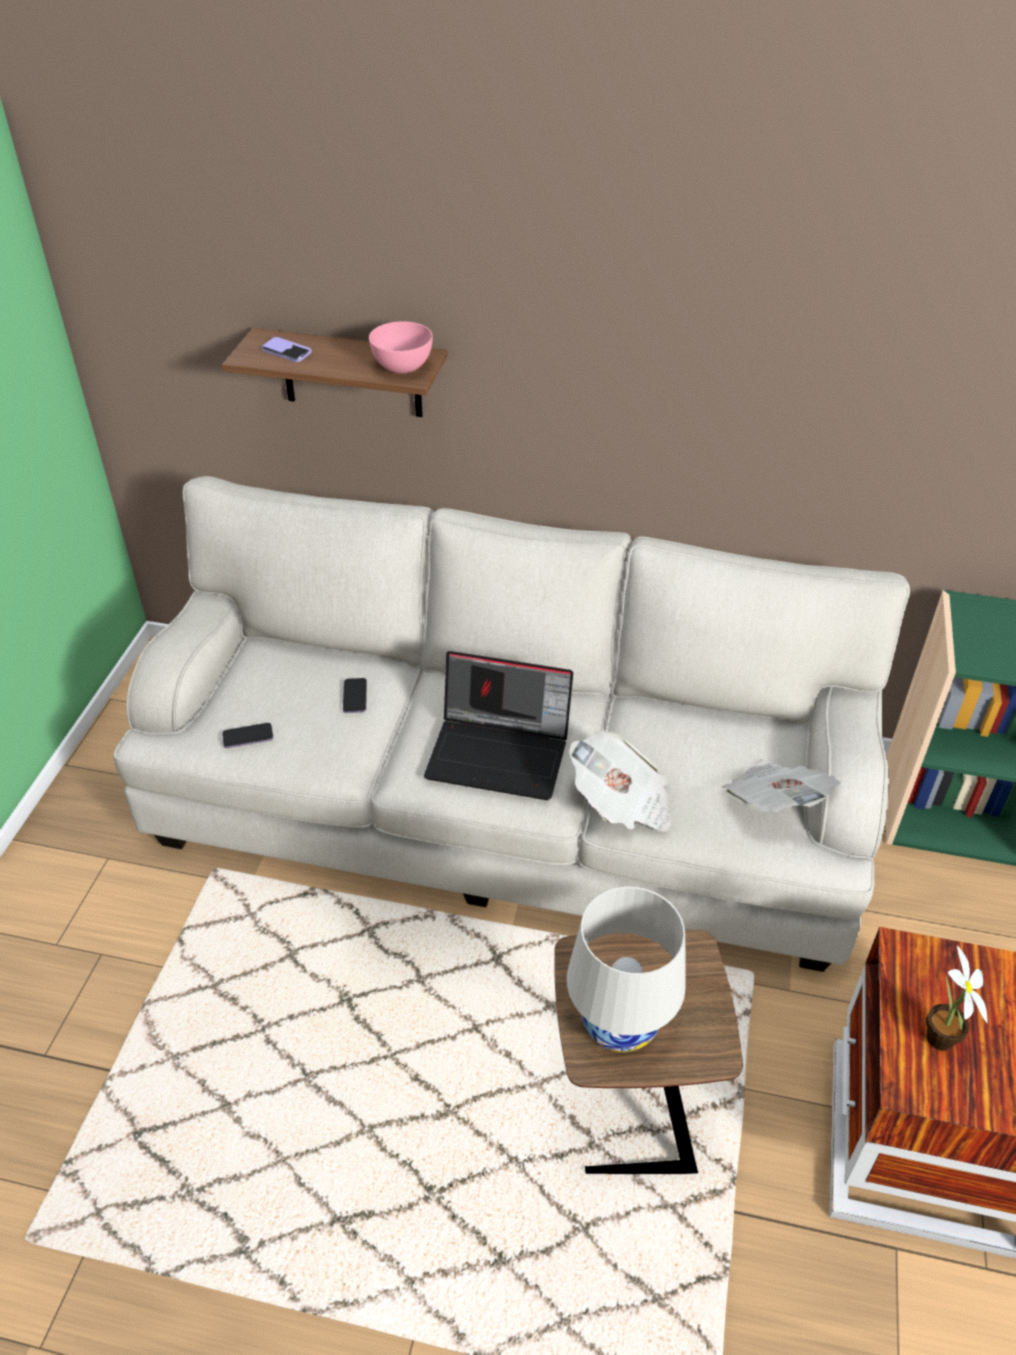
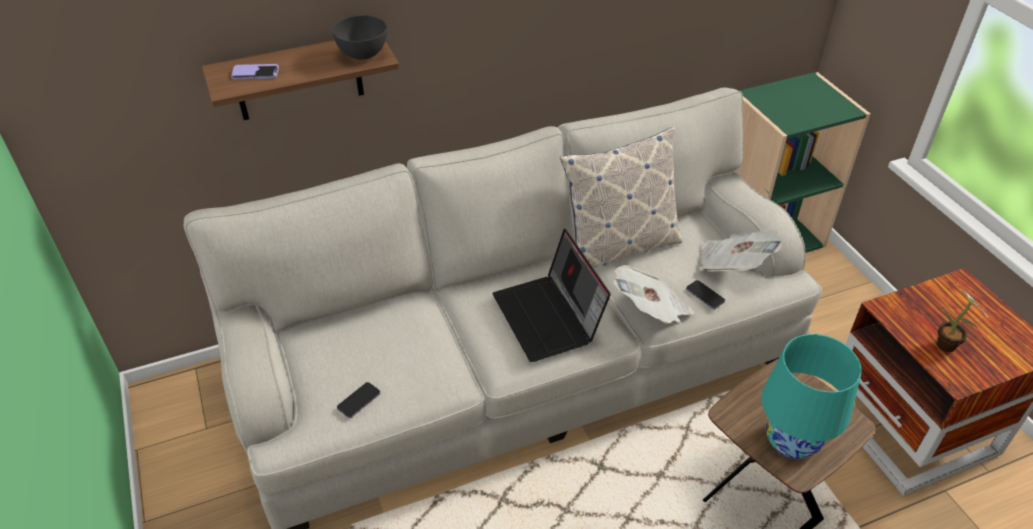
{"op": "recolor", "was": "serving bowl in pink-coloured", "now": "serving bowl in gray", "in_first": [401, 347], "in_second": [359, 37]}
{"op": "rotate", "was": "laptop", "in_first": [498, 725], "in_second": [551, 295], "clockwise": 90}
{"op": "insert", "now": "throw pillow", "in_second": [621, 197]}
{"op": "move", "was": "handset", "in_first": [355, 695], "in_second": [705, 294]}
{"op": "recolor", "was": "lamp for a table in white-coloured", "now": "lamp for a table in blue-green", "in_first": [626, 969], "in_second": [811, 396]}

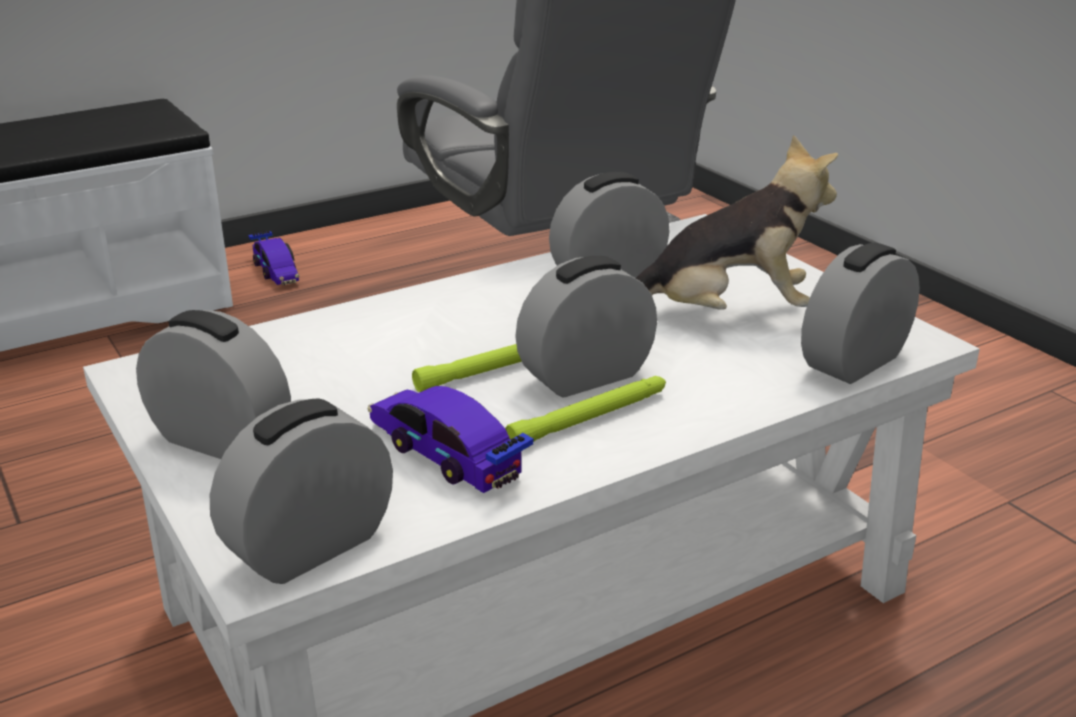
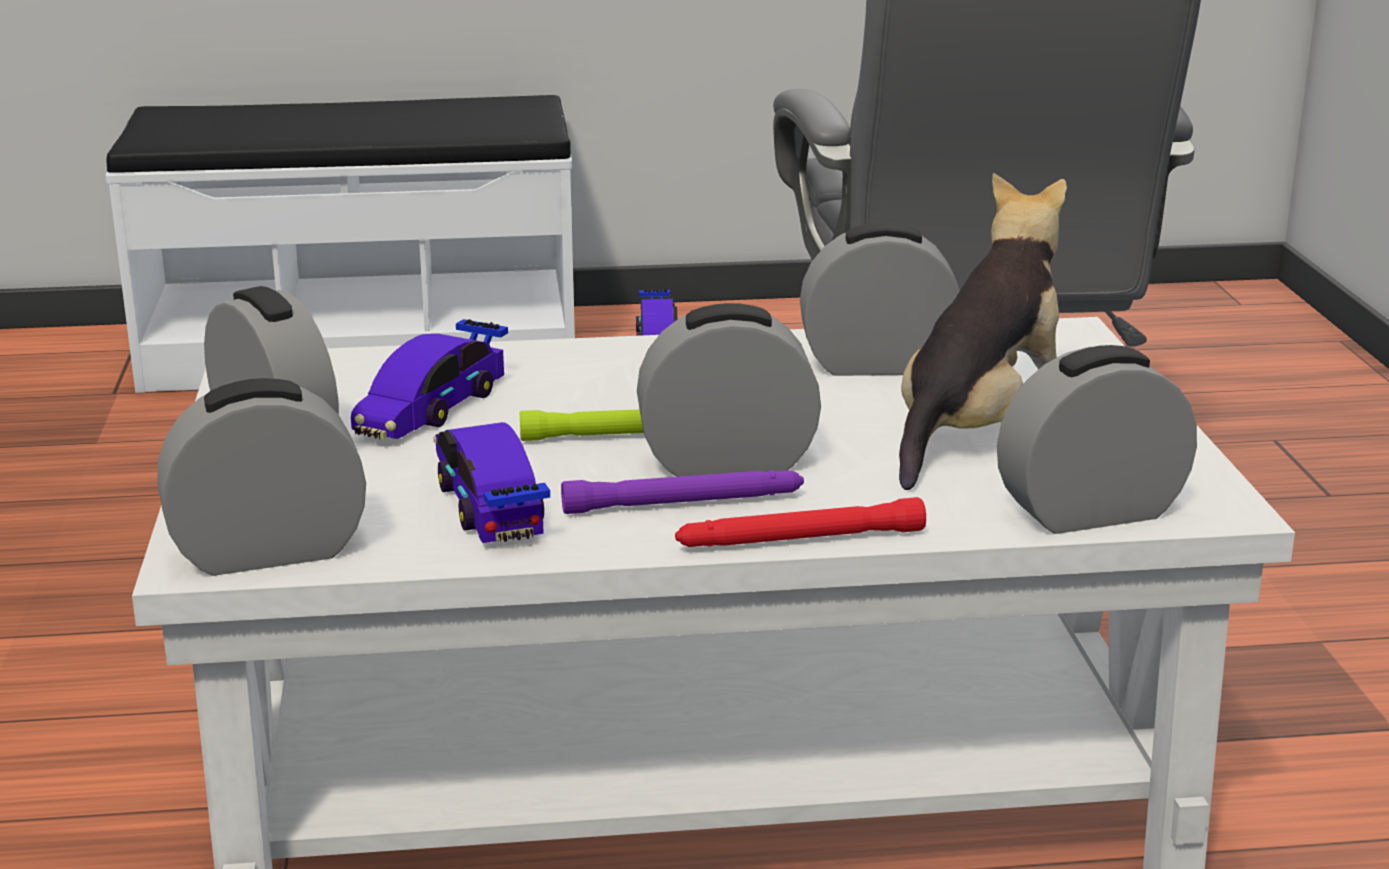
{"op": "insert", "now": "toy car", "in_second": [429, 379]}
{"op": "recolor", "was": "torch in green-coloured", "now": "torch in purple", "in_first": [585, 408], "in_second": [682, 492]}
{"op": "insert", "now": "torch in red-coloured", "in_second": [800, 522]}
{"op": "rotate", "was": "soft toy", "in_first": [737, 222], "in_second": [983, 331], "clockwise": -75}

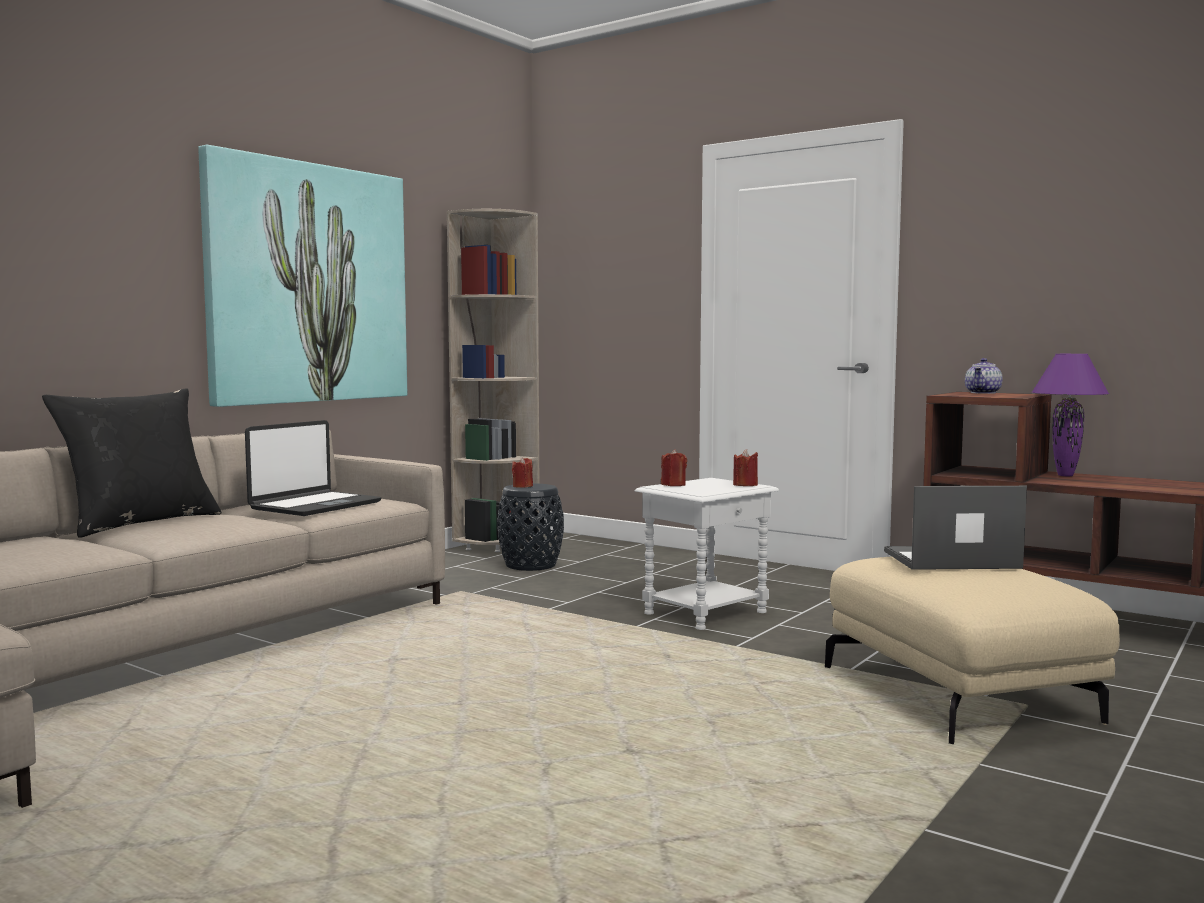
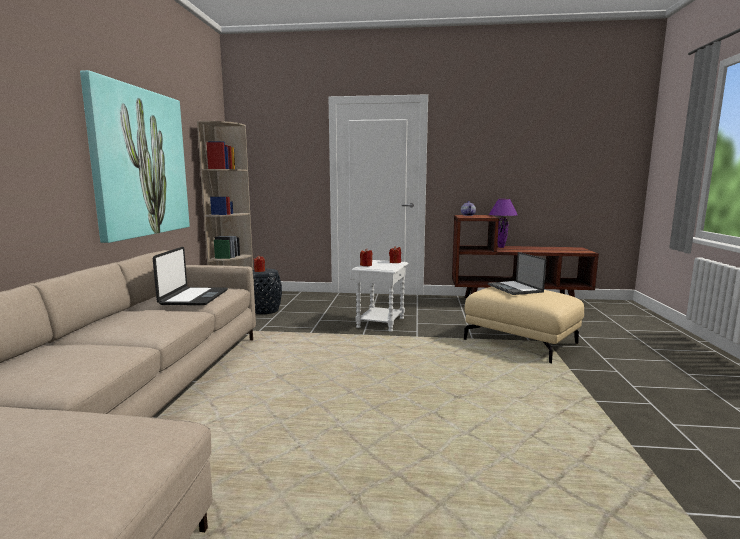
{"op": "rotate", "was": "laptop", "in_first": [955, 528], "in_second": [517, 273], "clockwise": -75}
{"op": "delete", "was": "throw pillow in black-coloured", "in_first": [132, 463]}

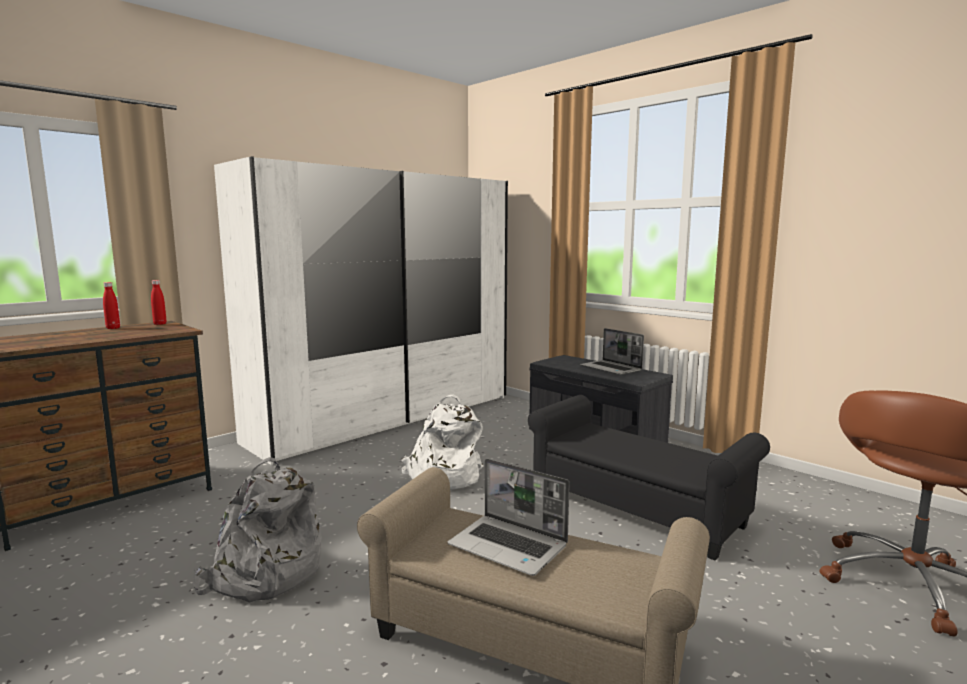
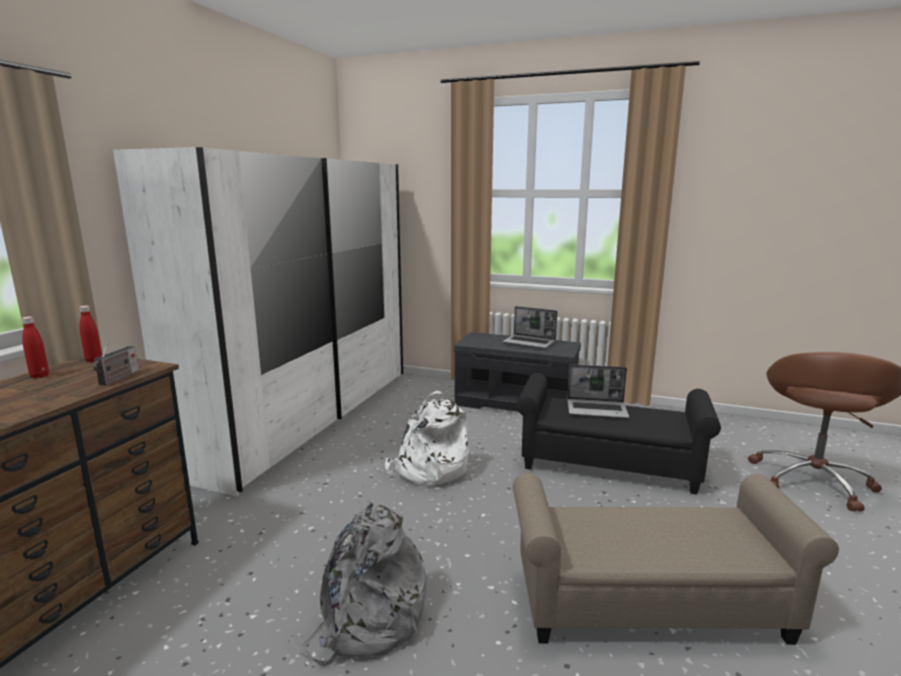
{"op": "insert", "now": "radio receiver", "in_second": [116, 362]}
{"op": "move", "was": "laptop", "in_first": [509, 517], "in_second": [598, 391]}

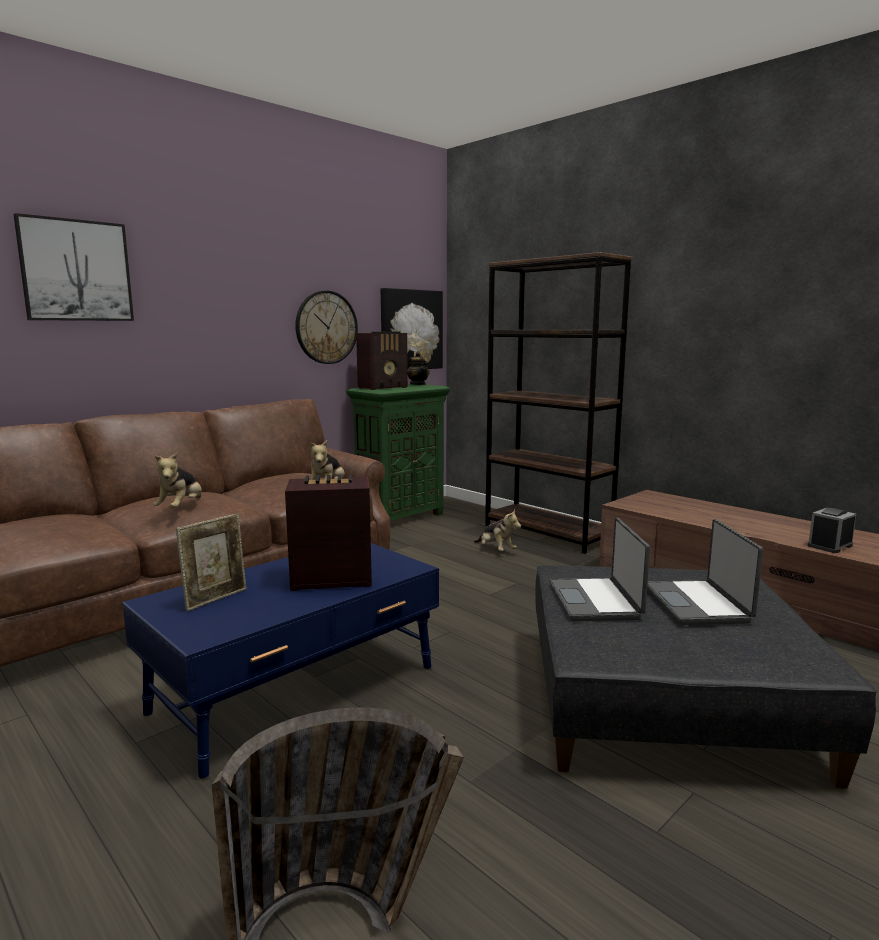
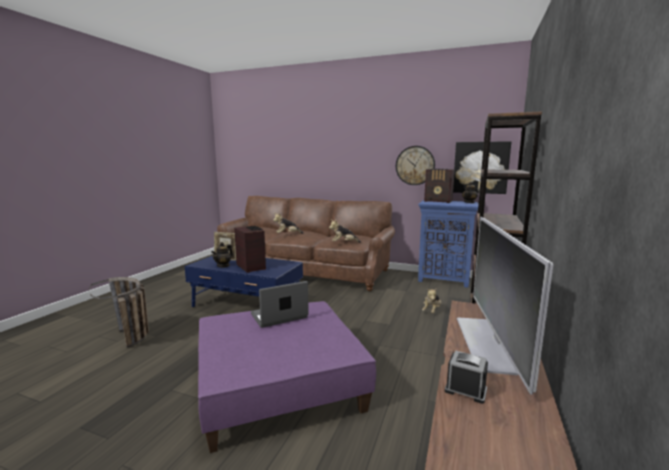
{"op": "recolor", "was": "ottoman in gray", "now": "ottoman in purple", "in_first": [706, 677], "in_second": [287, 377]}
{"op": "insert", "now": "pot for tea", "in_second": [222, 255]}
{"op": "recolor", "was": "cabinet in green-coloured", "now": "cabinet in blue", "in_first": [398, 452], "in_second": [448, 244]}
{"op": "insert", "now": "TV set", "in_second": [505, 306]}
{"op": "delete", "was": "wall art", "in_first": [74, 267]}
{"op": "delete", "was": "laptop", "in_first": [705, 572]}

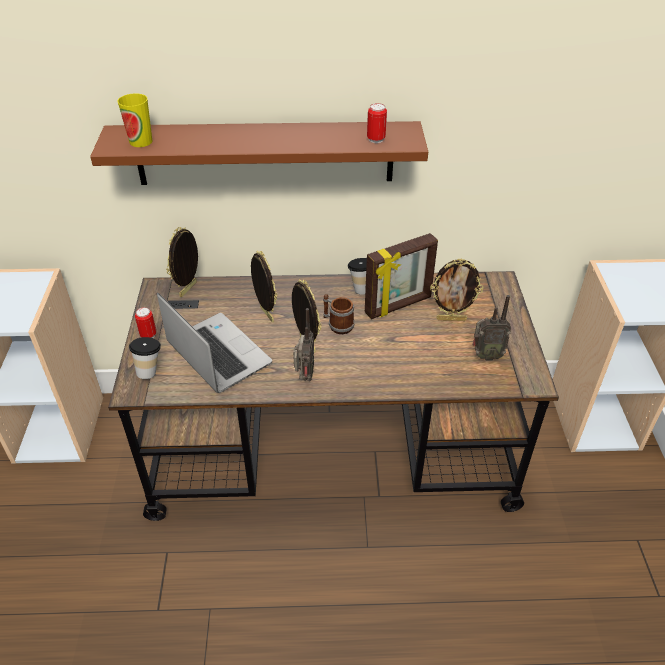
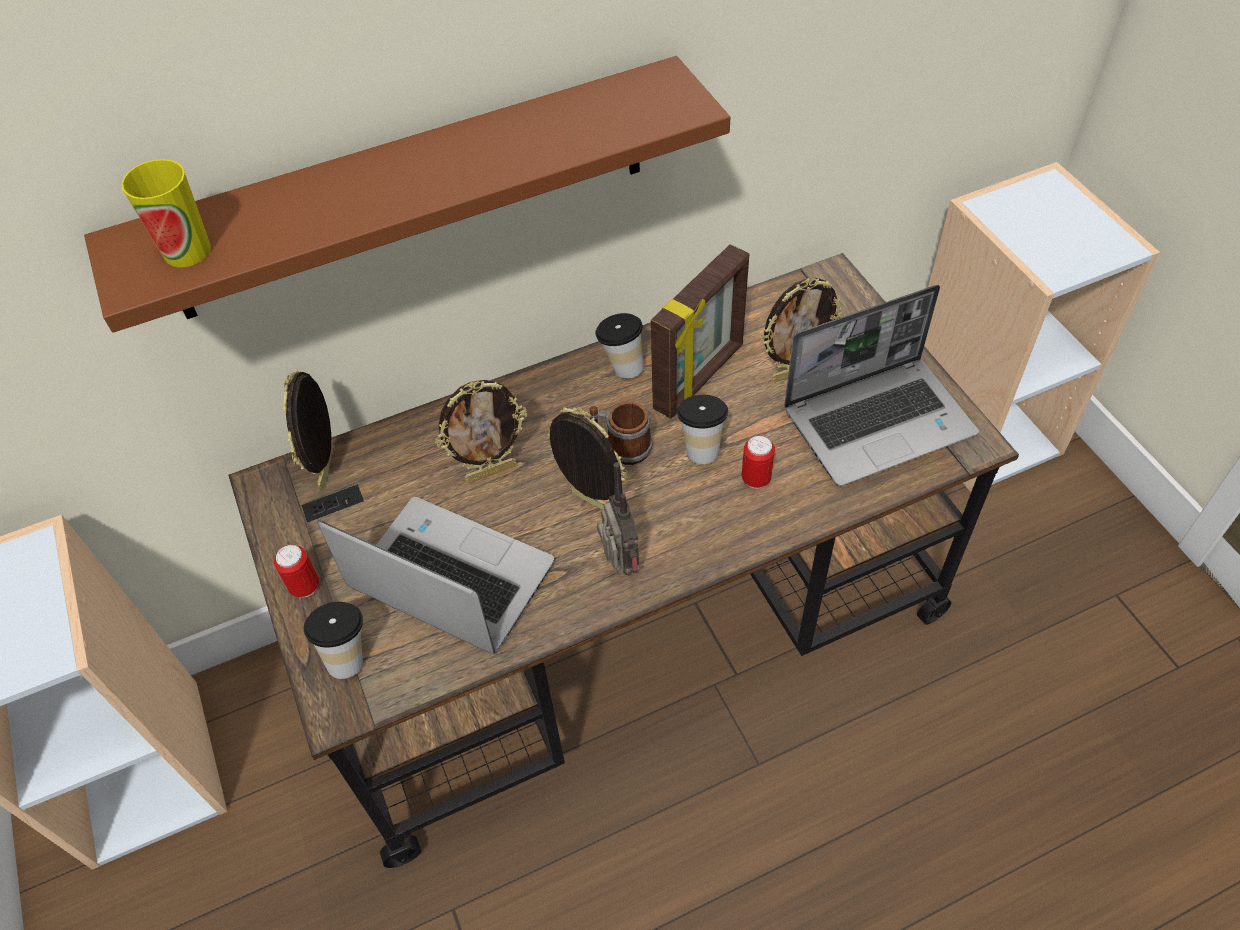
{"op": "rotate", "was": "standing frame", "in_first": [264, 286], "in_second": [481, 431], "clockwise": 120}
{"op": "insert", "now": "small cup", "in_second": [702, 429]}
{"op": "move", "was": "metal can", "in_first": [377, 123], "in_second": [758, 462]}
{"op": "replace", "was": "radio receiver", "now": "laptop", "in_first": [491, 328], "in_second": [881, 385]}

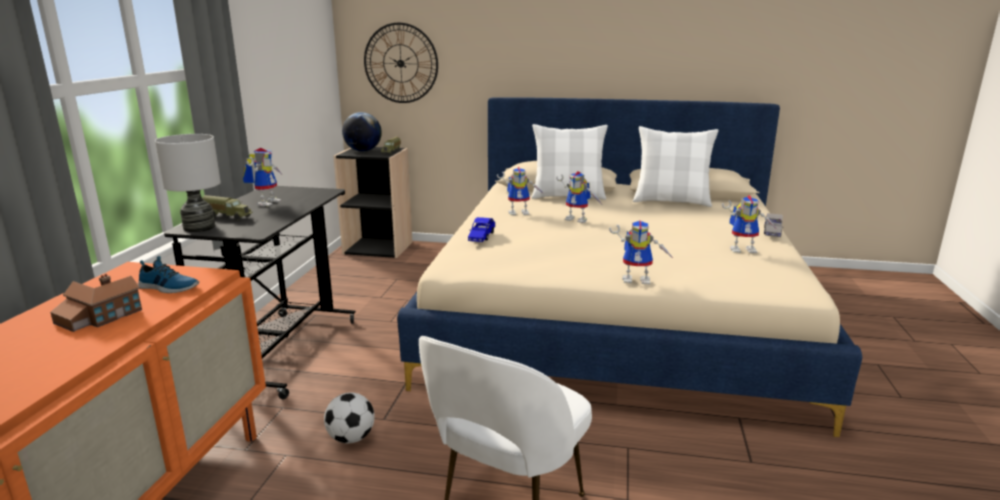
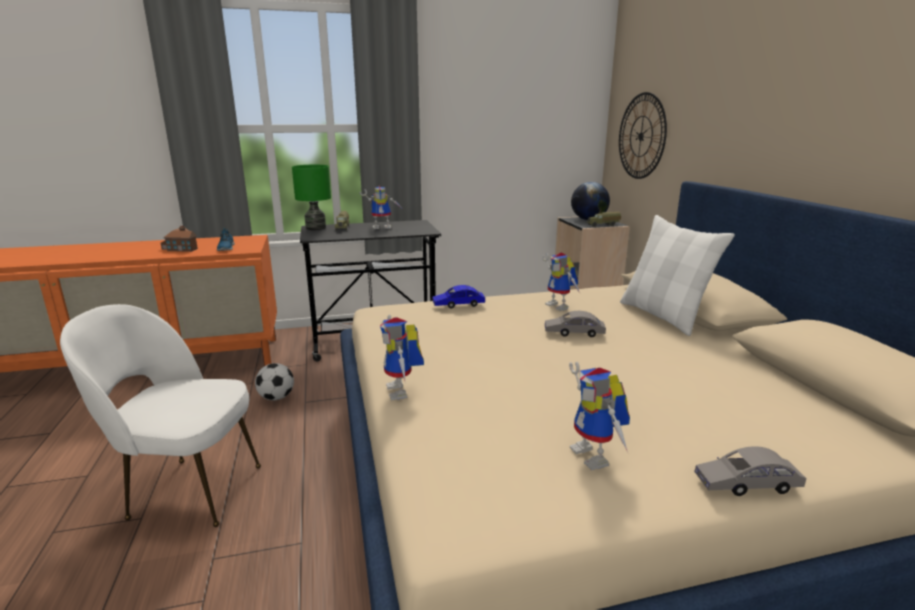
{"op": "recolor", "was": "lamp for a table in gray", "now": "lamp for a table in green-coloured", "in_first": [188, 183], "in_second": [311, 197]}
{"op": "replace", "was": "robot figure", "now": "toy car in gray", "in_first": [579, 197], "in_second": [575, 324]}
{"op": "delete", "was": "throw pillow in white-coloured", "in_first": [676, 166]}

